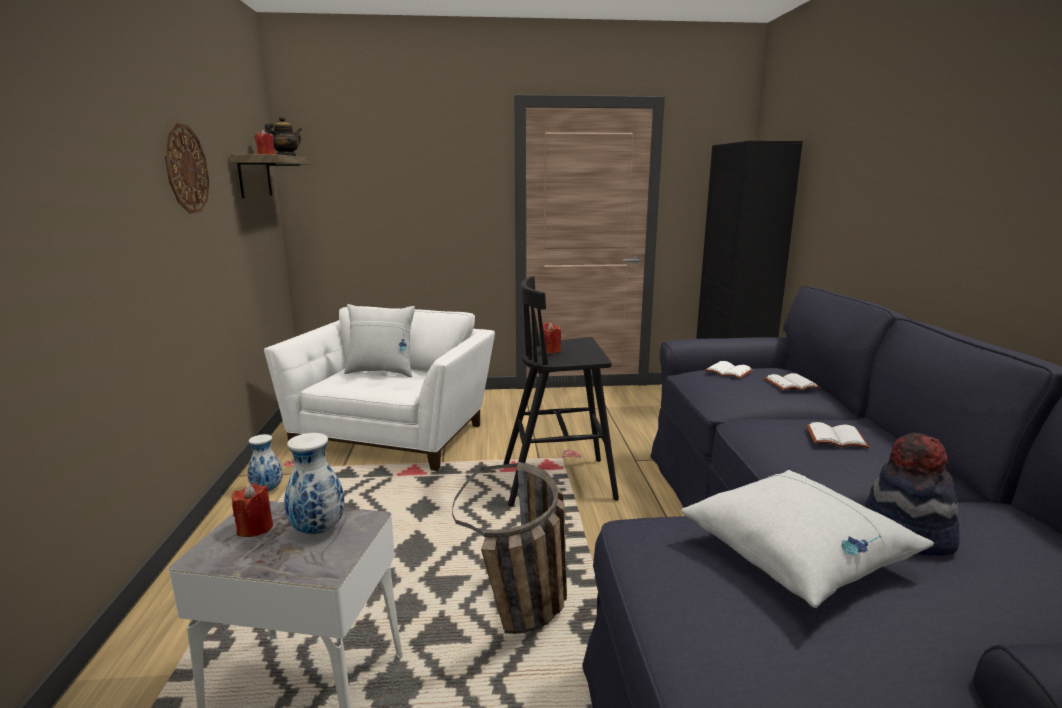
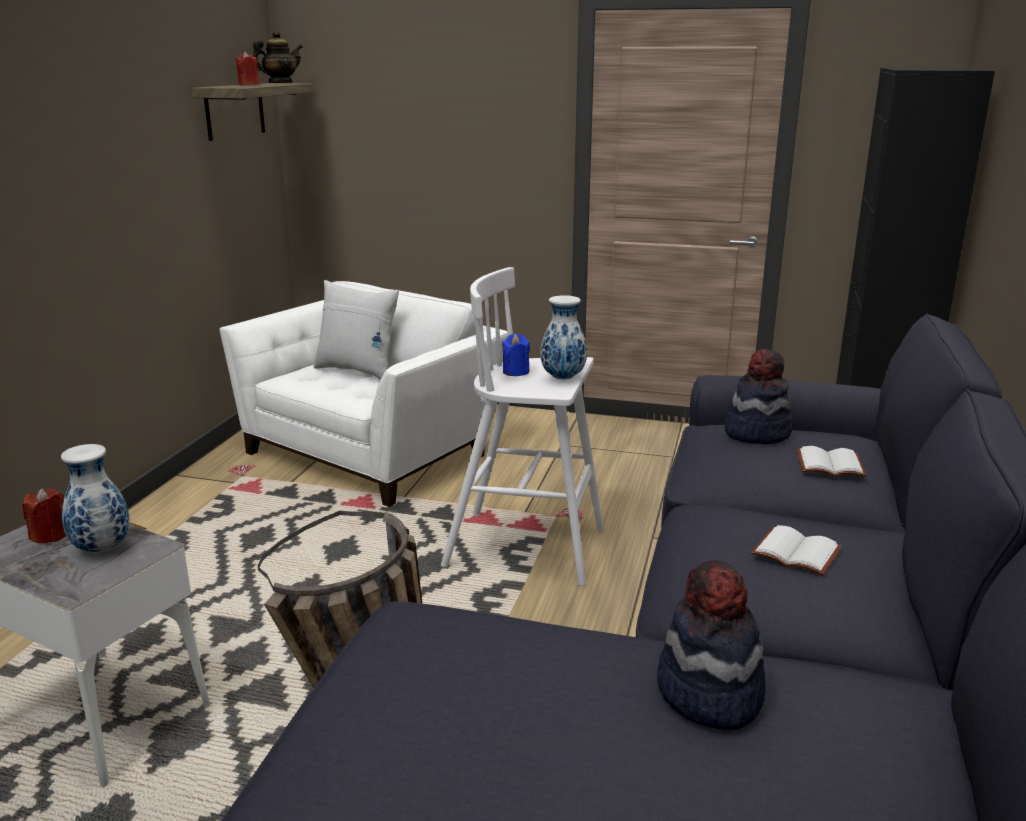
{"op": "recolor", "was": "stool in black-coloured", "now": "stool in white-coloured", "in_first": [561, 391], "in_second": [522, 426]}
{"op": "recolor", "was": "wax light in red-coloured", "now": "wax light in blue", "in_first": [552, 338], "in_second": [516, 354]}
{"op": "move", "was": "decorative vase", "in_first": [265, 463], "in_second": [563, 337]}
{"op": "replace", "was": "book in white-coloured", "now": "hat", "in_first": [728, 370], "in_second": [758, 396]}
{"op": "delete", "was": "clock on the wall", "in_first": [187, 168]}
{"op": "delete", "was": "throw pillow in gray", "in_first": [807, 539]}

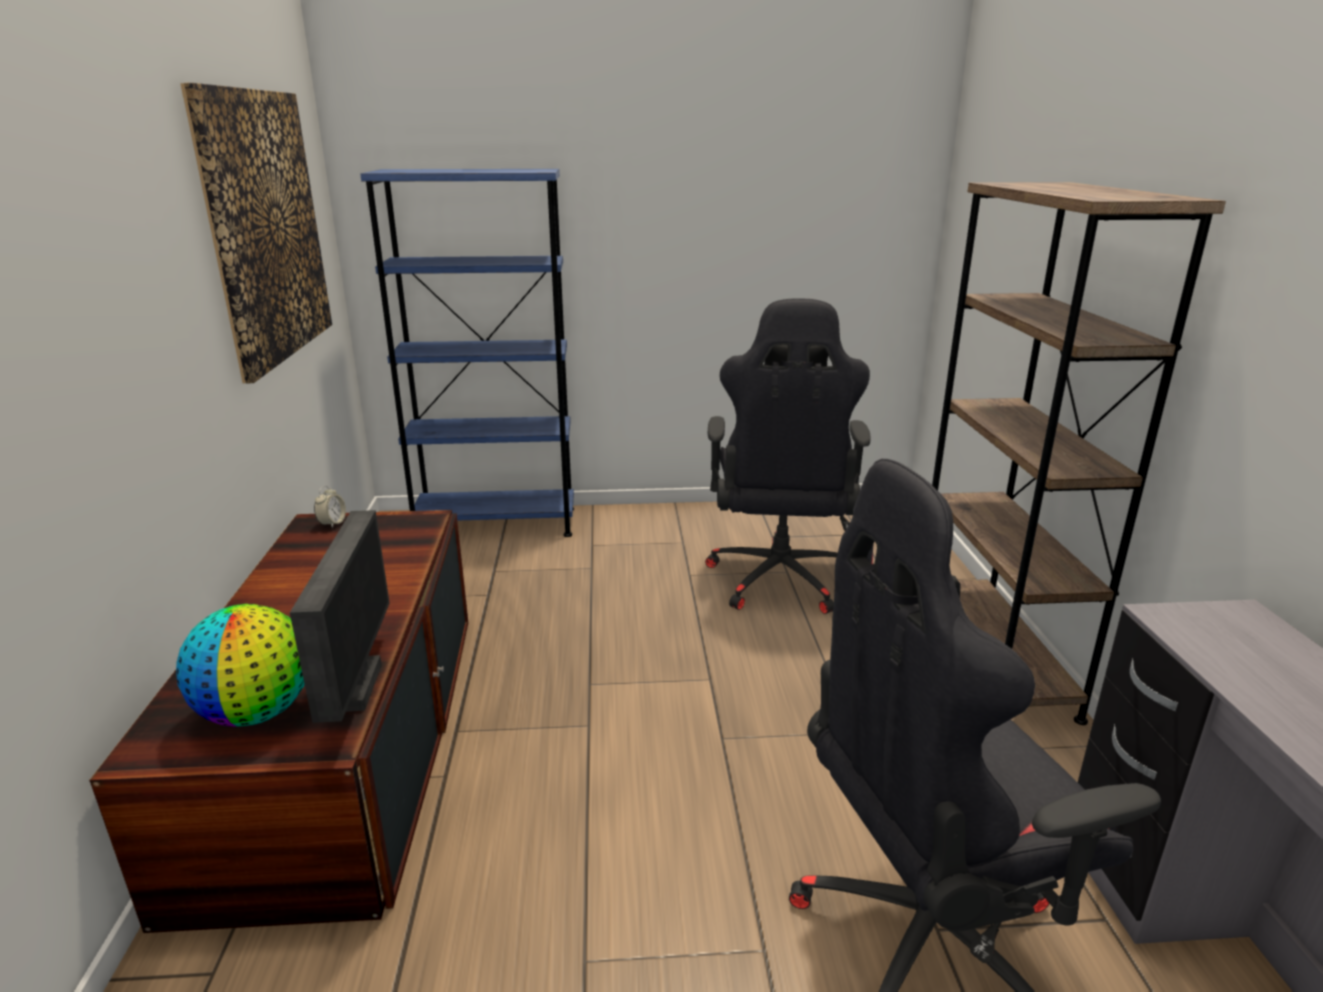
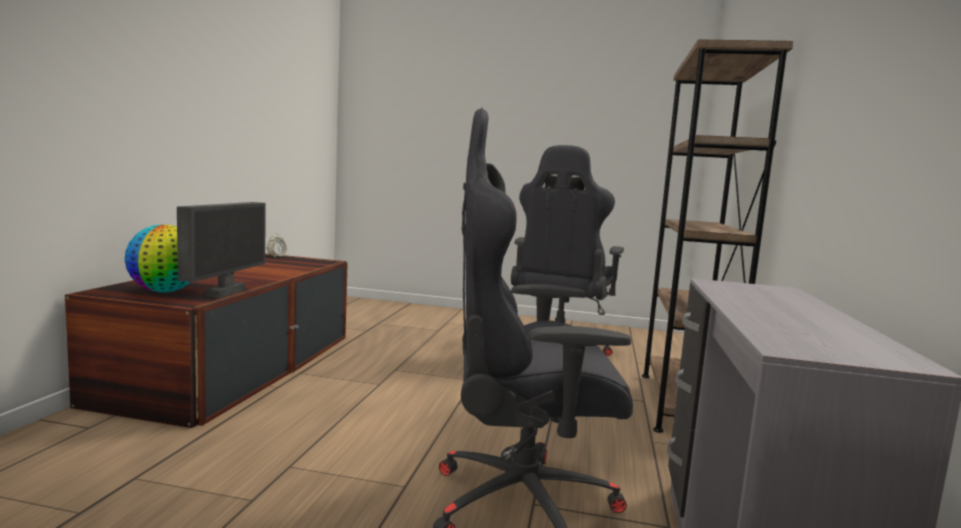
{"op": "delete", "was": "wall art", "in_first": [256, 233]}
{"op": "delete", "was": "bookcase in blue", "in_first": [467, 353]}

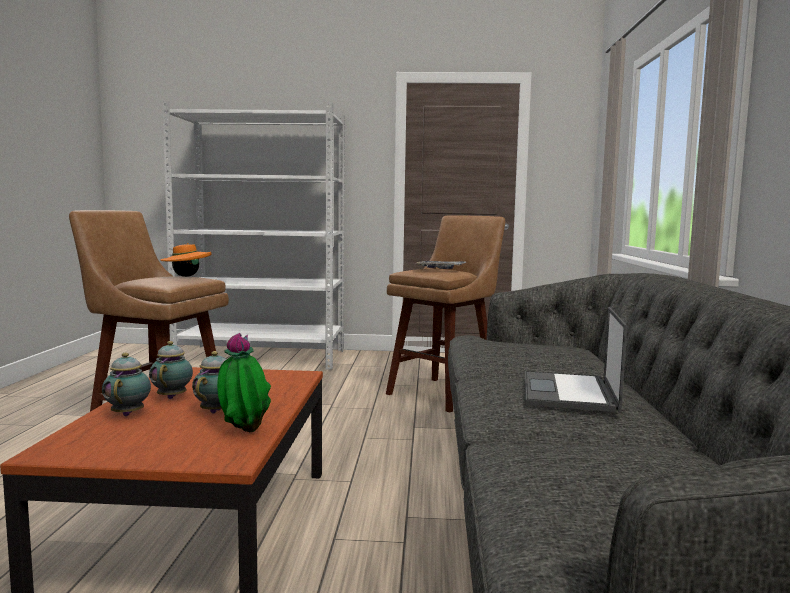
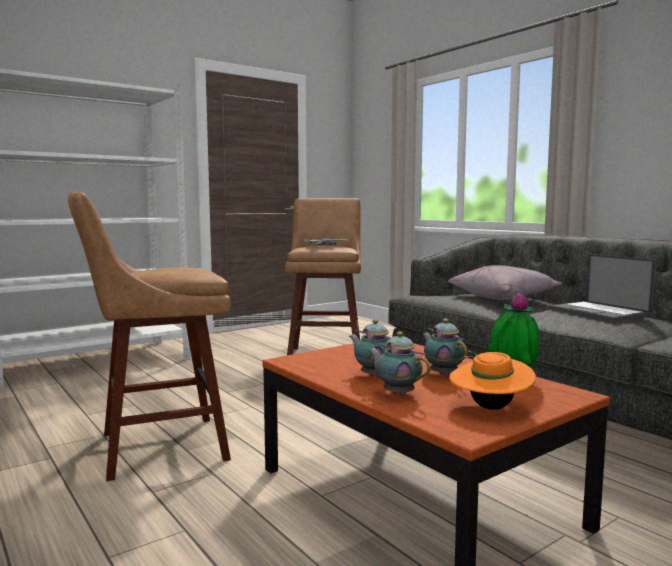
{"op": "insert", "now": "throw pillow in purple", "in_second": [505, 282]}
{"op": "move", "was": "hat in orange-coloured", "in_first": [185, 260], "in_second": [492, 380]}

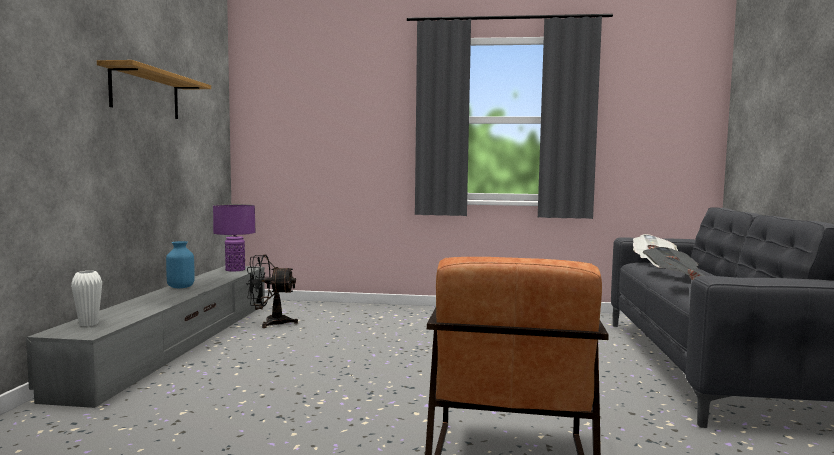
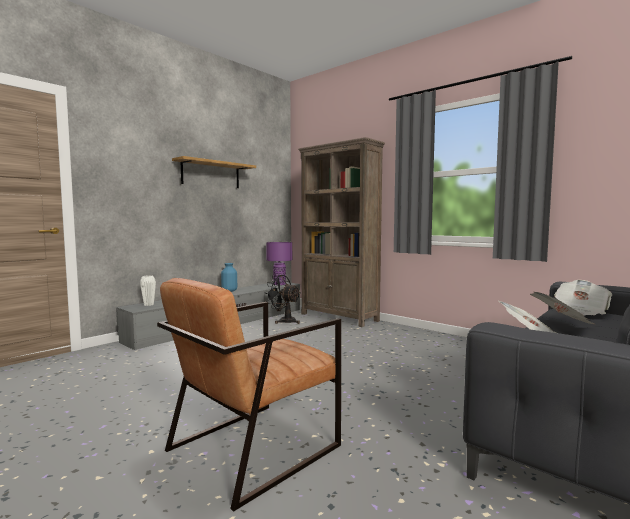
{"op": "insert", "now": "bookcase in brown-coloured", "in_second": [341, 232]}

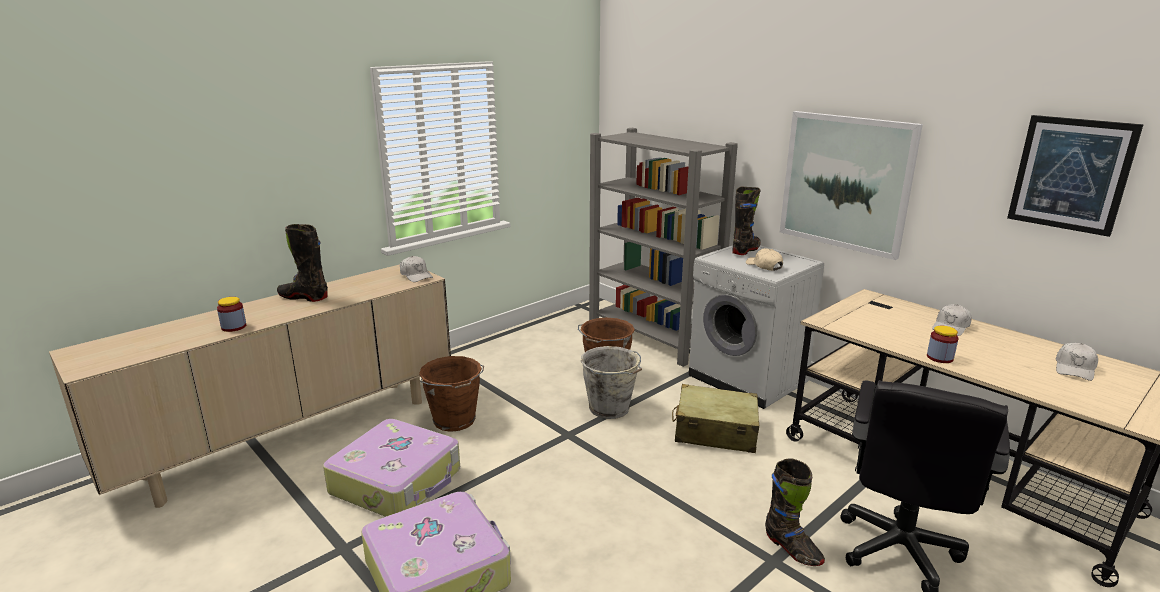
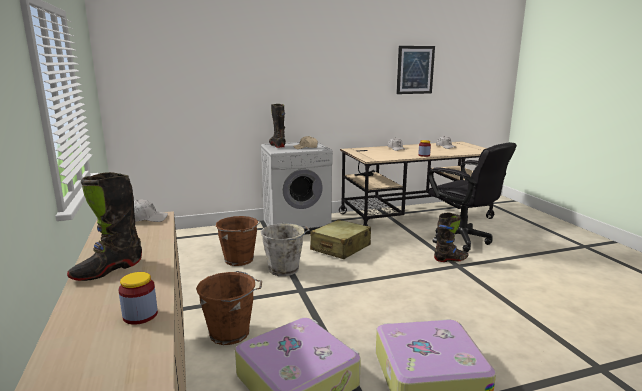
{"op": "delete", "was": "bookcase in gray", "in_first": [663, 247]}
{"op": "delete", "was": "wall art", "in_first": [851, 185]}

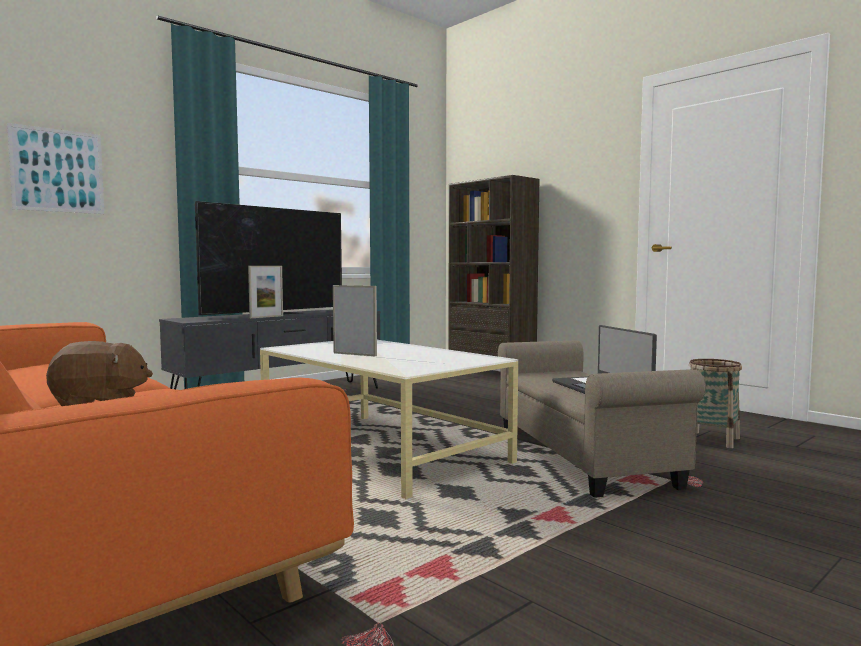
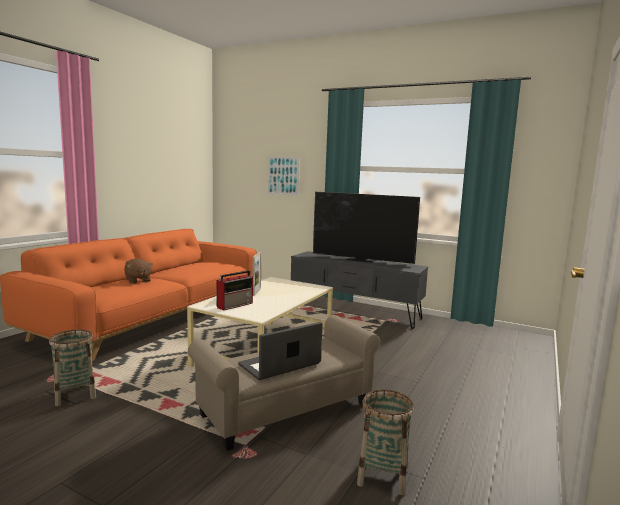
{"op": "insert", "now": "basket", "in_second": [72, 367]}
{"op": "insert", "now": "radio receiver", "in_second": [234, 290]}
{"op": "delete", "was": "standing frame", "in_first": [265, 292]}
{"op": "delete", "was": "bookcase in brown-coloured", "in_first": [493, 265]}

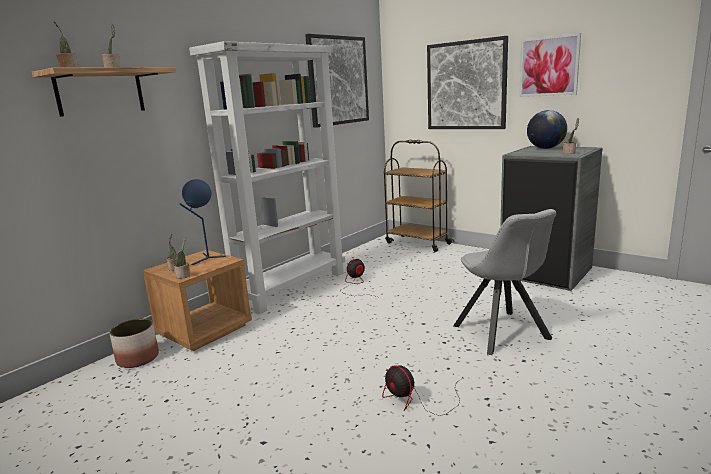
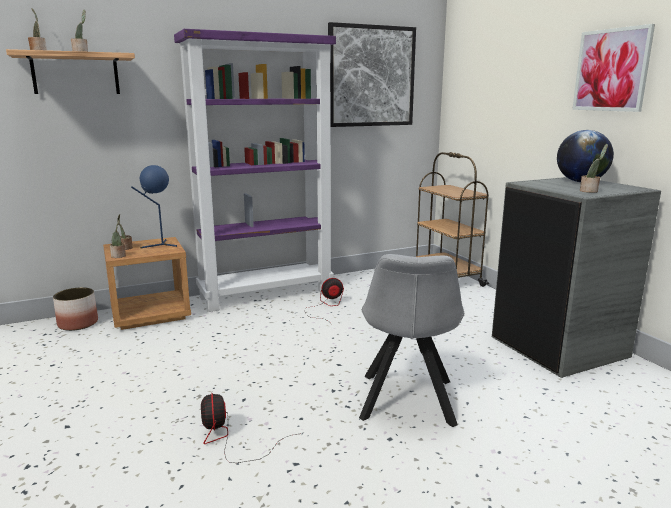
{"op": "recolor", "was": "bookcase in white-coloured", "now": "bookcase in purple", "in_first": [267, 177], "in_second": [255, 170]}
{"op": "delete", "was": "wall art", "in_first": [467, 82]}

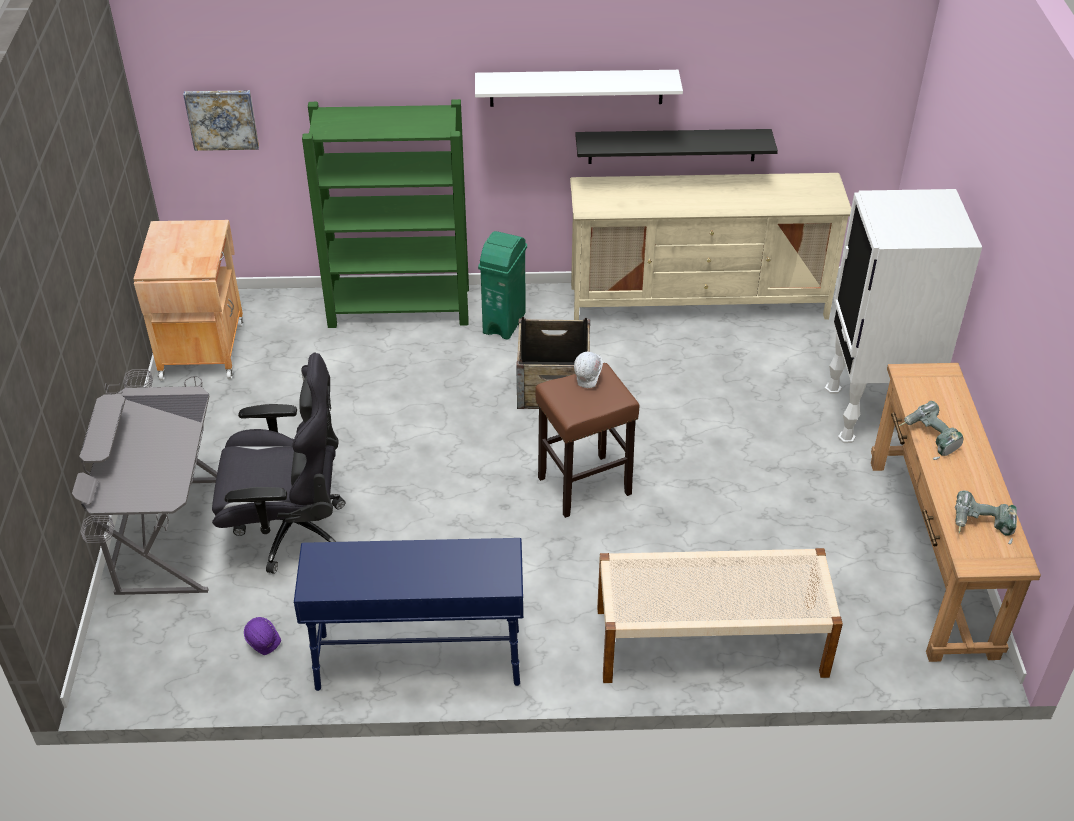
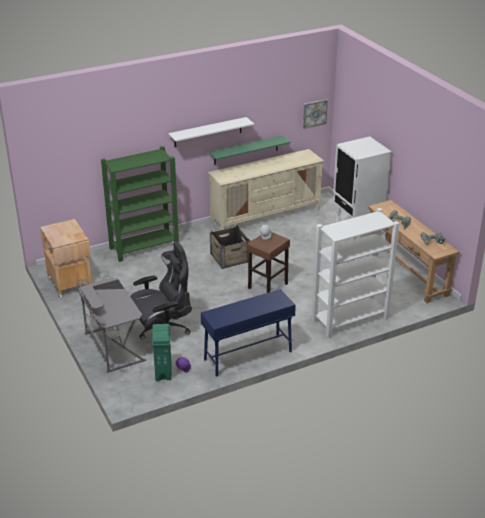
{"op": "move", "was": "trash can in green-coloured", "in_first": [502, 285], "in_second": [162, 352]}
{"op": "recolor", "was": "bracket shelf in black-coloured", "now": "bracket shelf in green-coloured", "in_first": [676, 146], "in_second": [250, 150]}
{"op": "move", "was": "wall art", "in_first": [221, 120], "in_second": [315, 114]}
{"op": "replace", "was": "bench in beige", "now": "bookcase in white-coloured", "in_first": [720, 615], "in_second": [355, 273]}

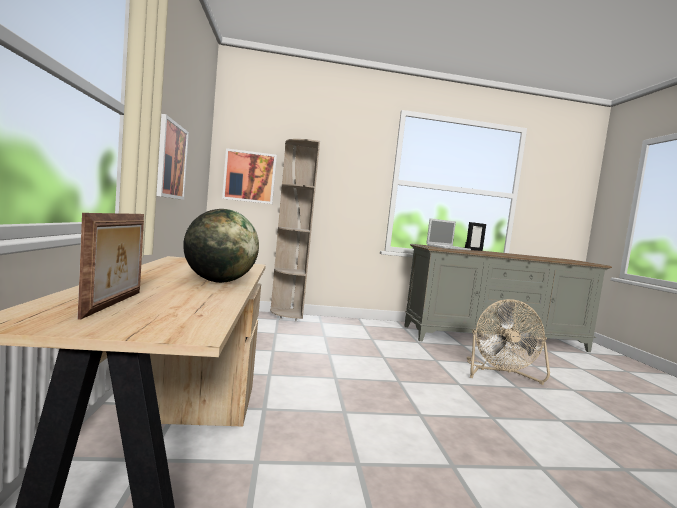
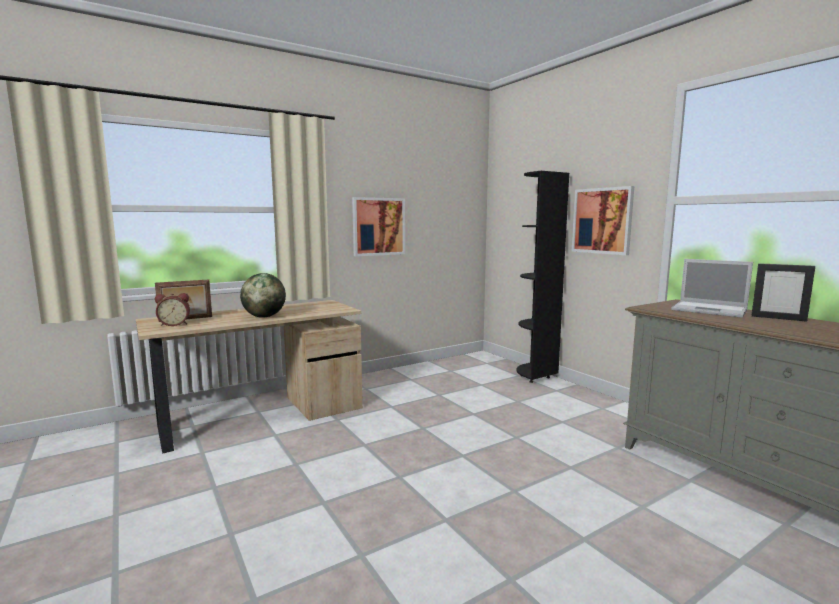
{"op": "insert", "now": "alarm clock", "in_second": [172, 309]}
{"op": "recolor", "was": "bookcase in beige", "now": "bookcase in black-coloured", "in_first": [295, 230], "in_second": [542, 277]}
{"op": "move", "was": "wall art", "in_first": [249, 176], "in_second": [603, 220]}
{"op": "delete", "was": "fan in beige", "in_first": [508, 342]}

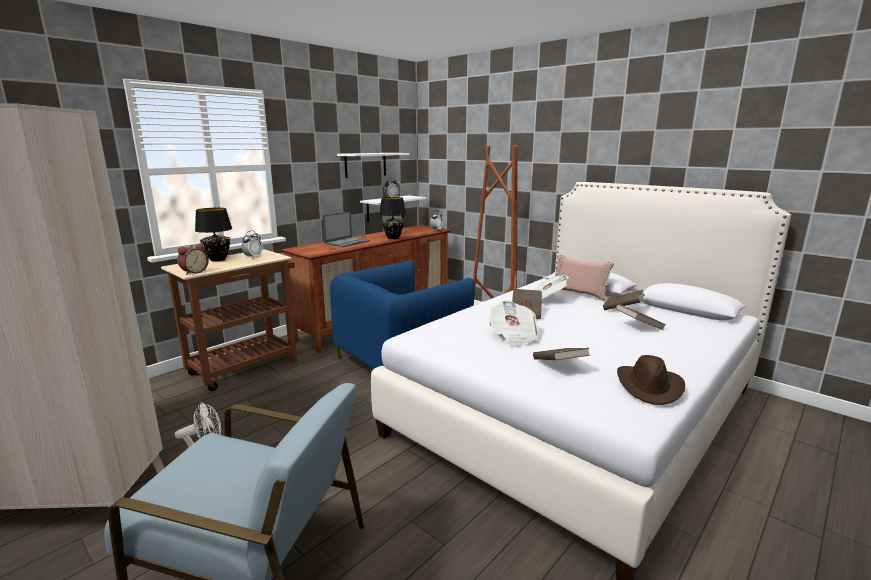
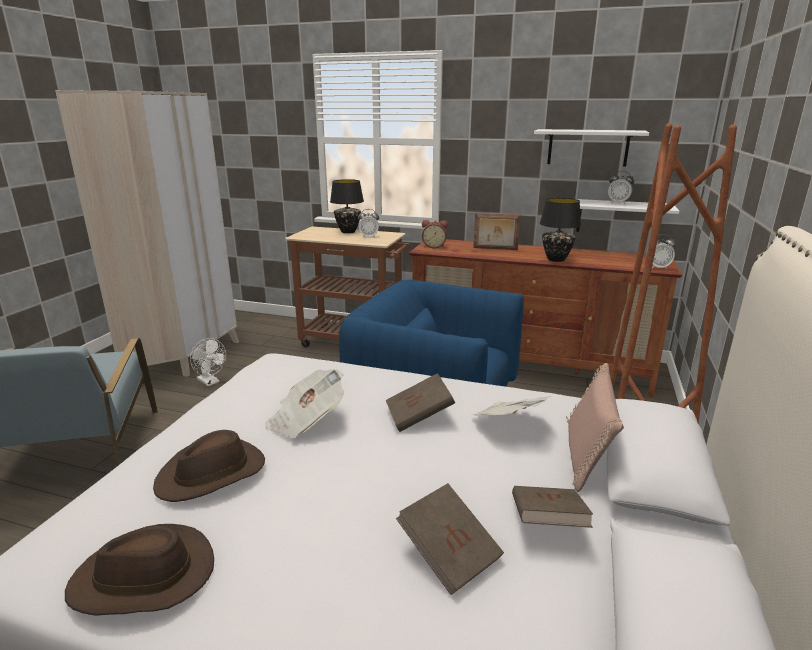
{"op": "replace", "was": "book in brown-coloured", "now": "hat in brown-coloured", "in_first": [561, 354], "in_second": [209, 466]}
{"op": "move", "was": "alarm clock", "in_first": [193, 259], "in_second": [435, 234]}
{"op": "replace", "was": "laptop", "now": "standing frame", "in_first": [346, 229], "in_second": [496, 231]}

